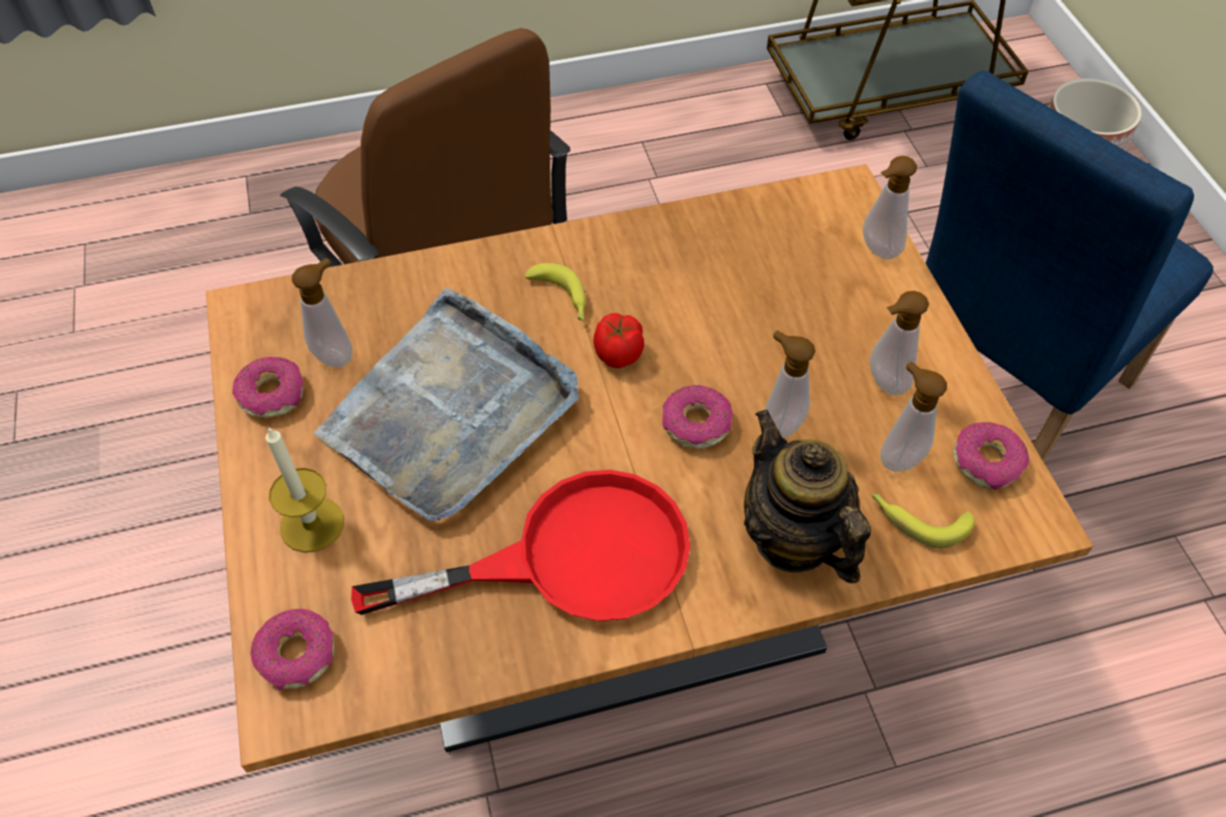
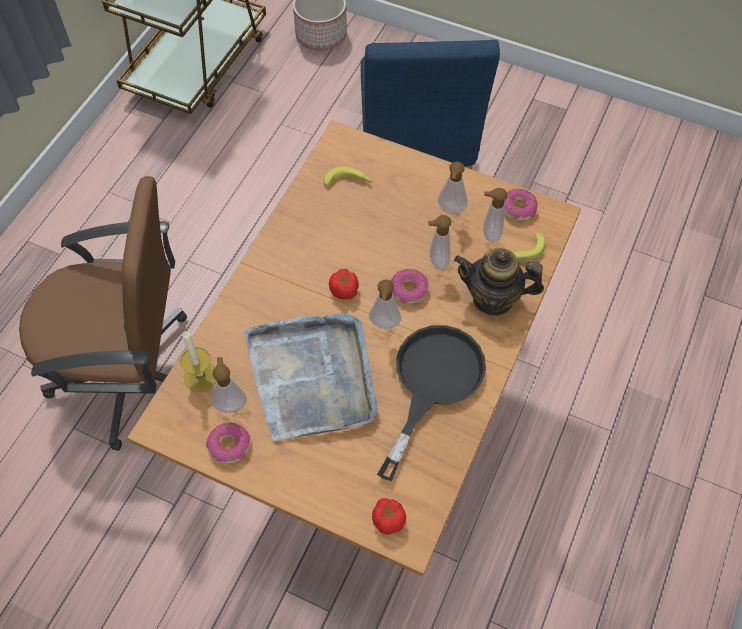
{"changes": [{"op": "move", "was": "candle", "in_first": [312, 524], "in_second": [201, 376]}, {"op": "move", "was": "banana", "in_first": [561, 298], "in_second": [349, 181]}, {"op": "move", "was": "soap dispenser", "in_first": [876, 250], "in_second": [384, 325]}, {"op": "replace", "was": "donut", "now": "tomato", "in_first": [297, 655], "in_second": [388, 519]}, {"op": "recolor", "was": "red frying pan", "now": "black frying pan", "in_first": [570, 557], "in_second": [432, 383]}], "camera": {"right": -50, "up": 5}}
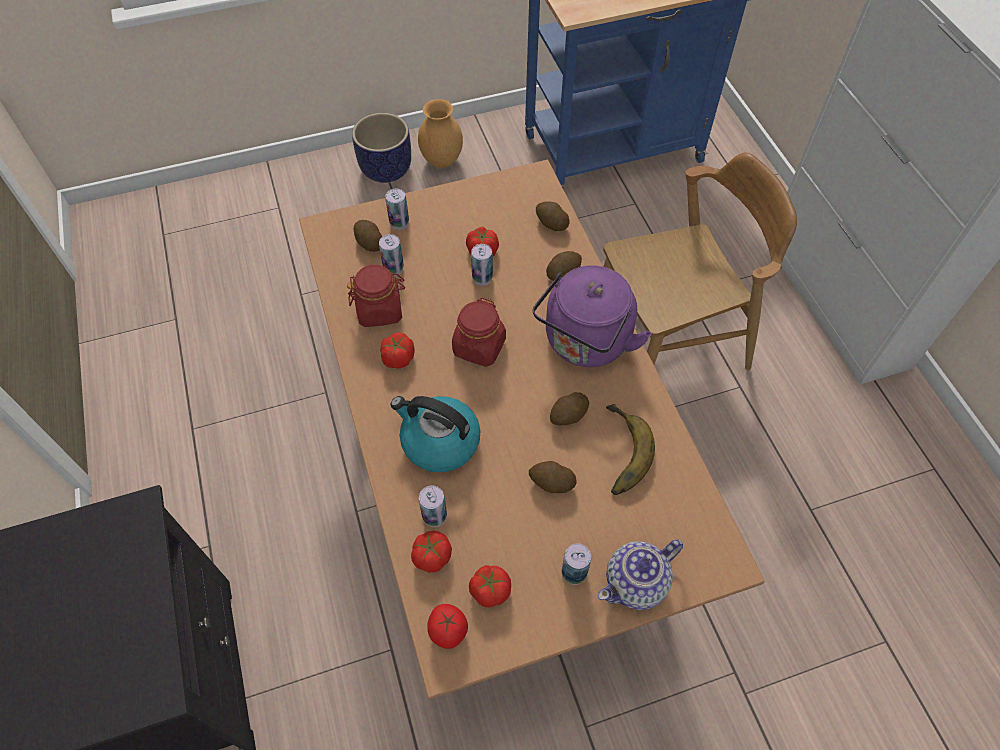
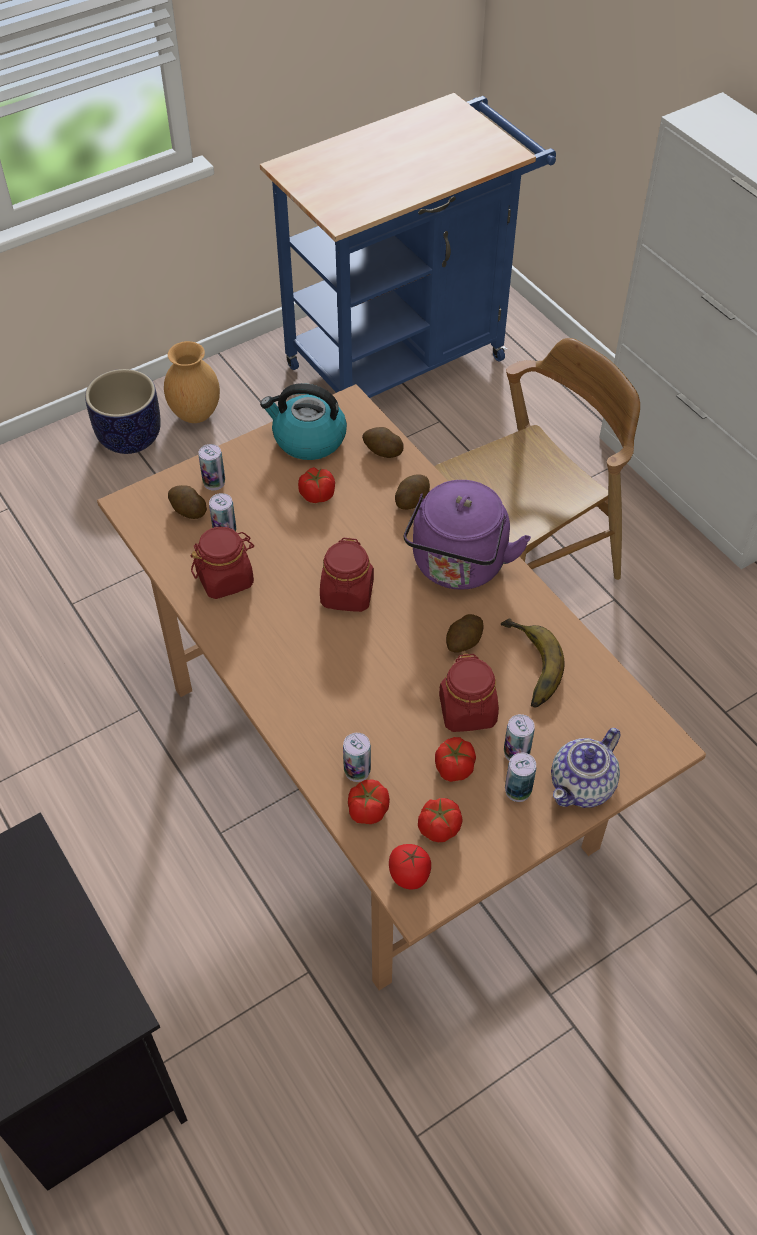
{"changes": [{"op": "move", "was": "kettle", "in_first": [439, 442], "in_second": [308, 439]}, {"op": "move", "was": "tomato", "in_first": [398, 358], "in_second": [454, 768]}, {"op": "replace", "was": "potato", "now": "red jar", "in_first": [551, 483], "in_second": [467, 711]}, {"op": "move", "was": "can", "in_first": [482, 277], "in_second": [516, 752]}], "camera": {"right": -15, "up": -5}}
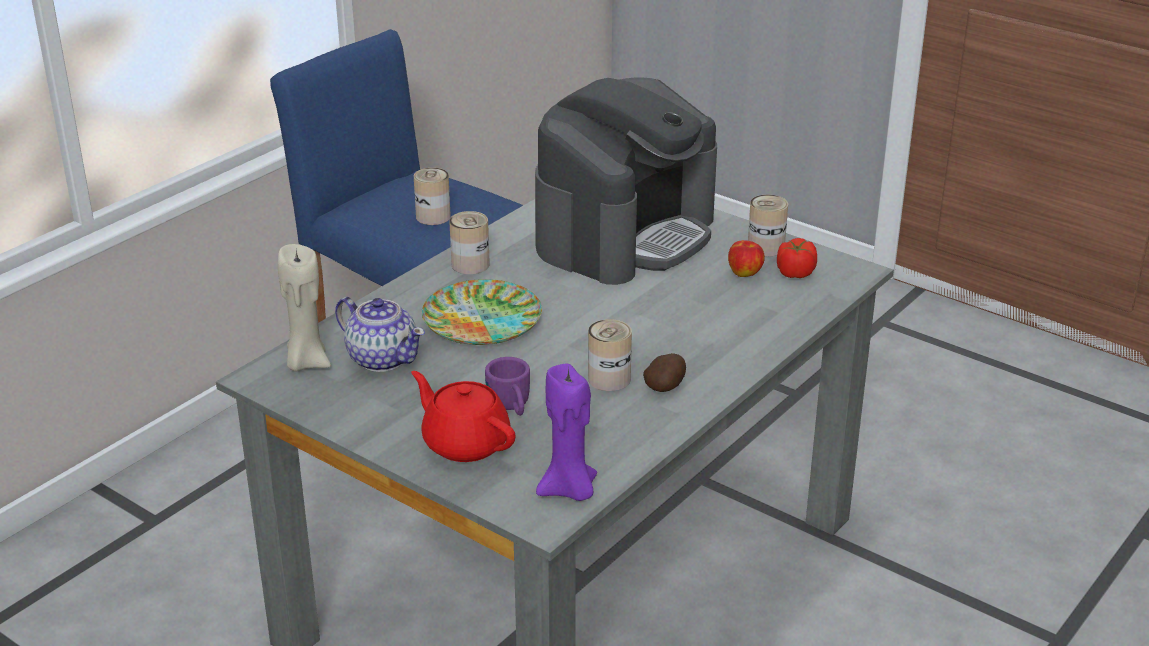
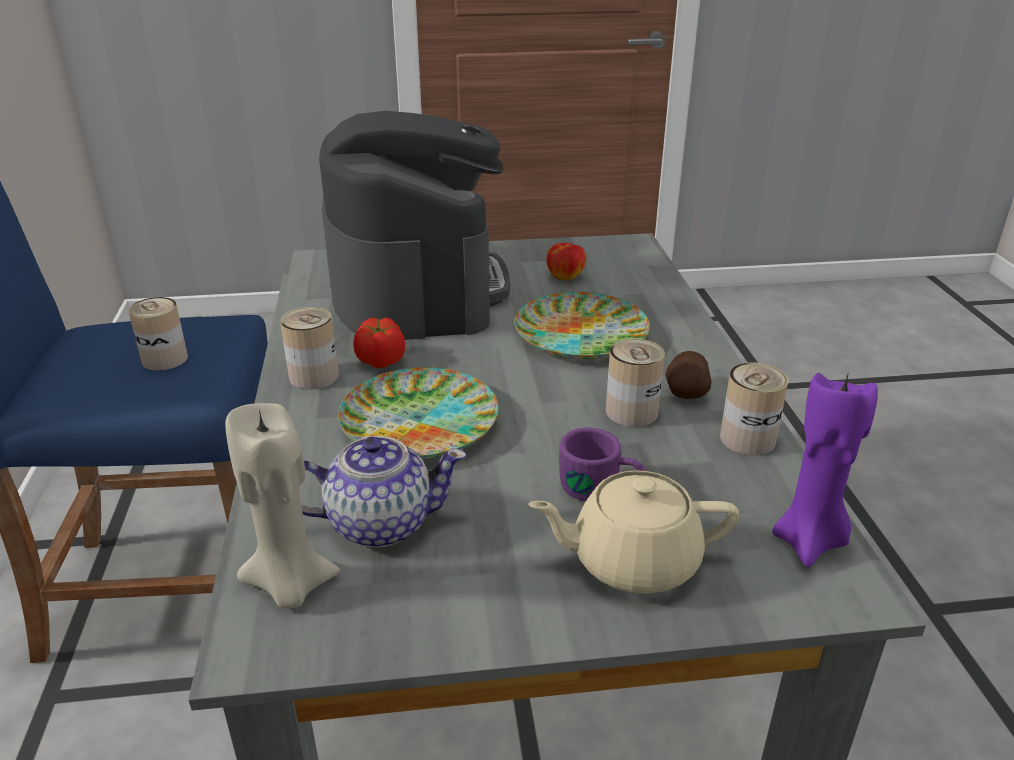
{"changes": [{"op": "move", "was": "tomato", "in_first": [795, 273], "in_second": [380, 361]}, {"op": "insert", "now": "plate", "in_second": [581, 335]}, {"op": "recolor", "was": "red teapot", "now": "beige teapot", "in_first": [465, 443], "in_second": [632, 561]}, {"op": "move", "was": "can", "in_first": [766, 247], "in_second": [747, 439]}], "camera": {"right": -45, "up": 0}}
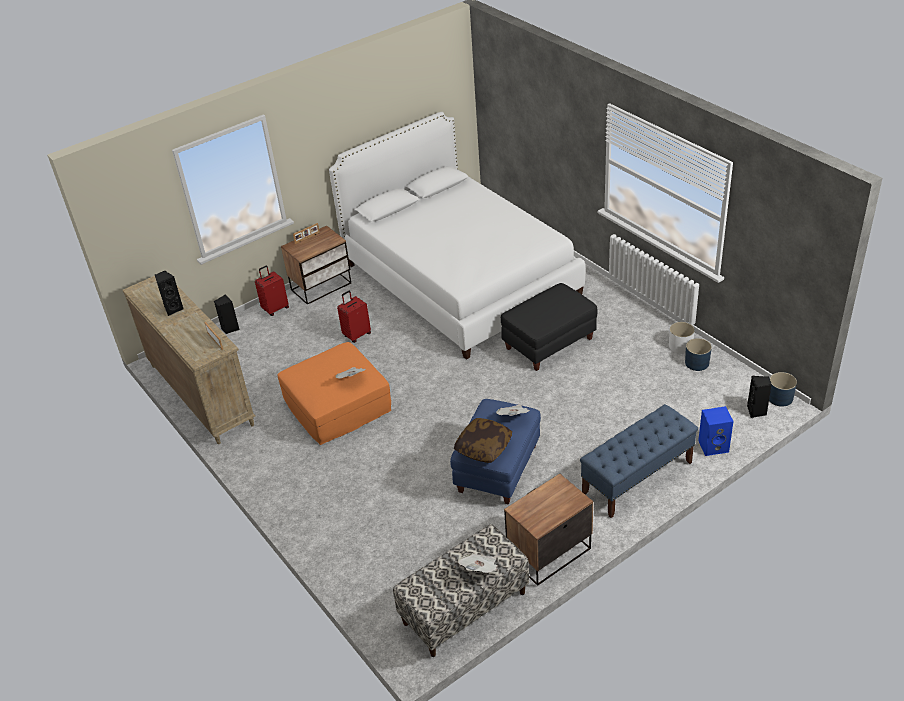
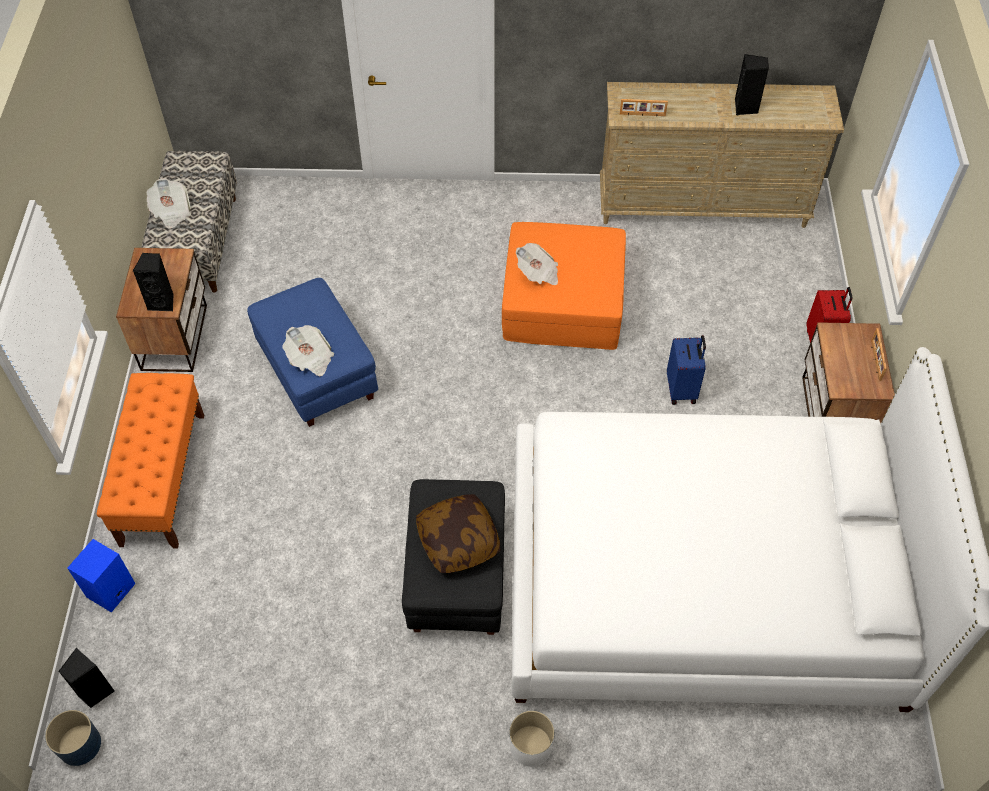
{"changes": [{"op": "recolor", "was": "blue bench", "now": "orange bench", "in_first": [637, 478], "in_second": [163, 478]}, {"op": "move", "was": "black speaker", "in_first": [230, 328], "in_second": [163, 302]}, {"op": "move", "was": "pillow", "in_first": [483, 447], "in_second": [458, 540]}, {"op": "move", "was": "white planter", "in_first": [680, 346], "in_second": [530, 746]}, {"op": "recolor", "was": "red suitcase", "now": "blue suitcase", "in_first": [357, 335], "in_second": [682, 389]}, {"op": "delete", "was": "blue planter", "in_first": [697, 363]}], "camera": {"right": 125, "up": 15}}
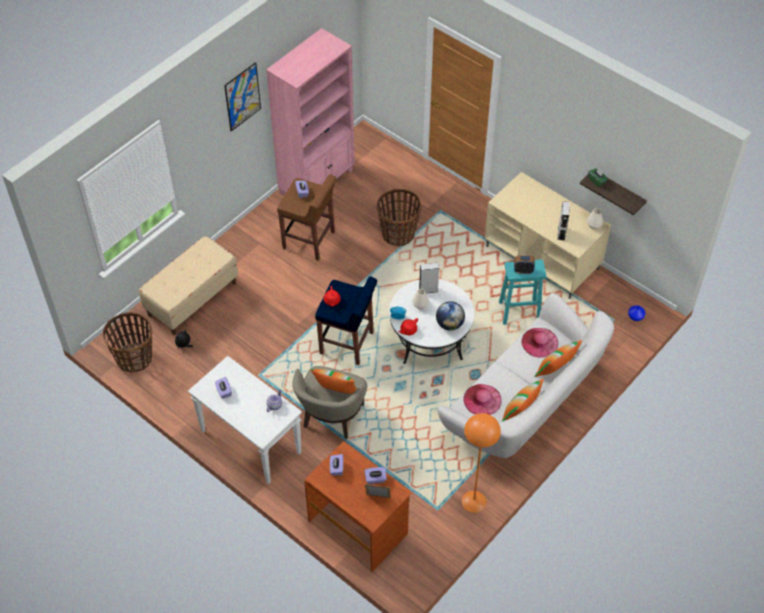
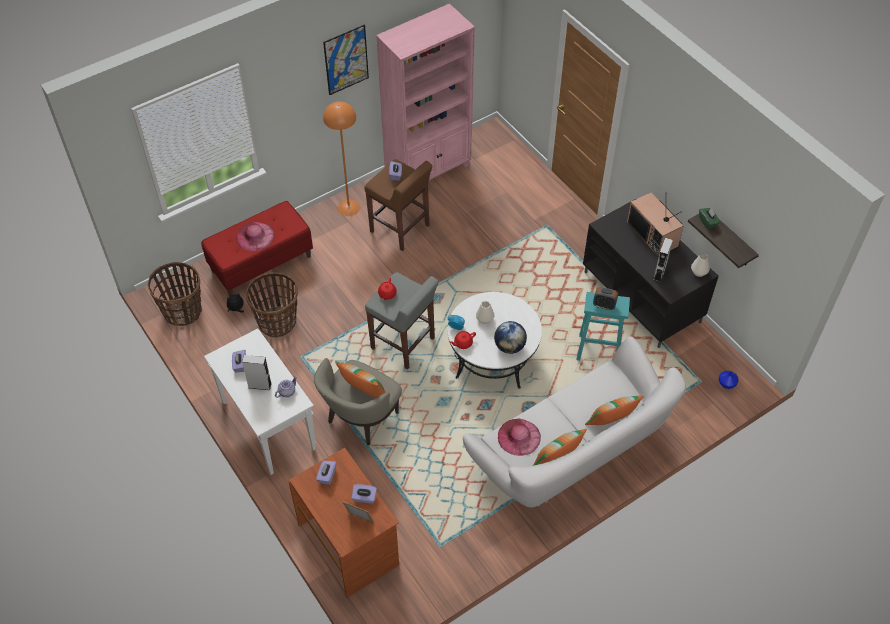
{"changes": [{"op": "recolor", "was": "beige bench", "now": "red bench", "in_first": [192, 299], "in_second": [261, 263]}, {"op": "move", "was": "pink hat", "in_first": [539, 342], "in_second": [255, 236]}, {"op": "move", "was": "grey speaker", "in_first": [428, 290], "in_second": [259, 385]}, {"op": "move", "was": "basket", "in_first": [398, 234], "in_second": [277, 322]}, {"op": "move", "was": "orange floor lamp", "in_first": [473, 501], "in_second": [348, 208]}, {"op": "recolor", "was": "blue stool", "now": "grey stool", "in_first": [347, 343], "in_second": [403, 344]}, {"op": "recolor", "was": "beige tv stand", "now": "black tv stand", "in_first": [543, 257], "in_second": [643, 297]}, {"op": "insert", "now": "television", "in_second": [653, 234]}], "camera": {"right": 15, "up": 0}}
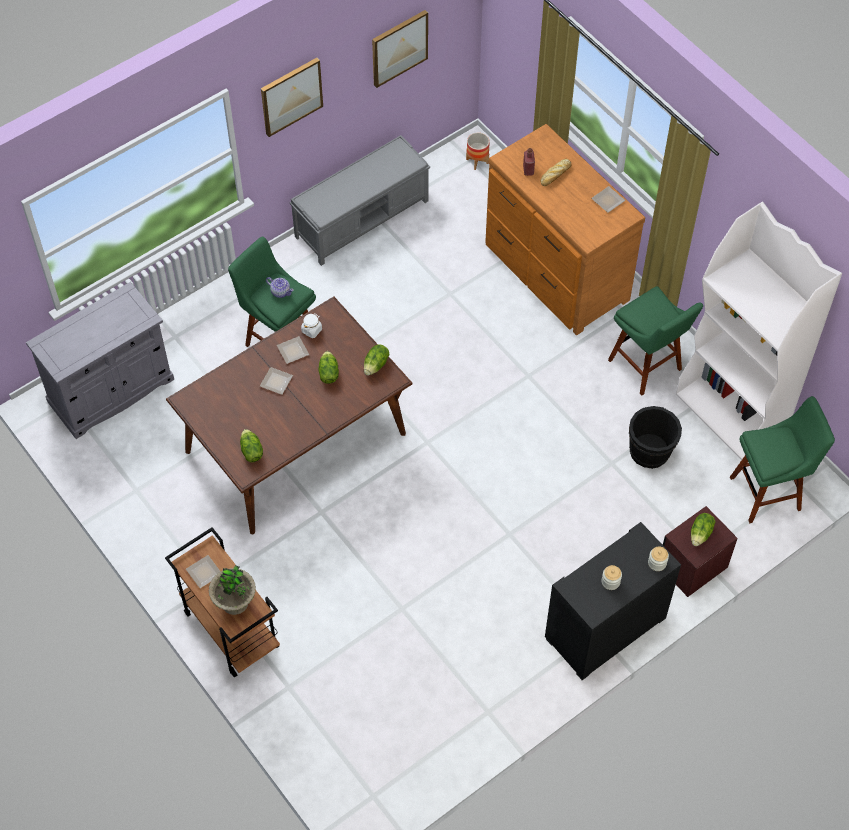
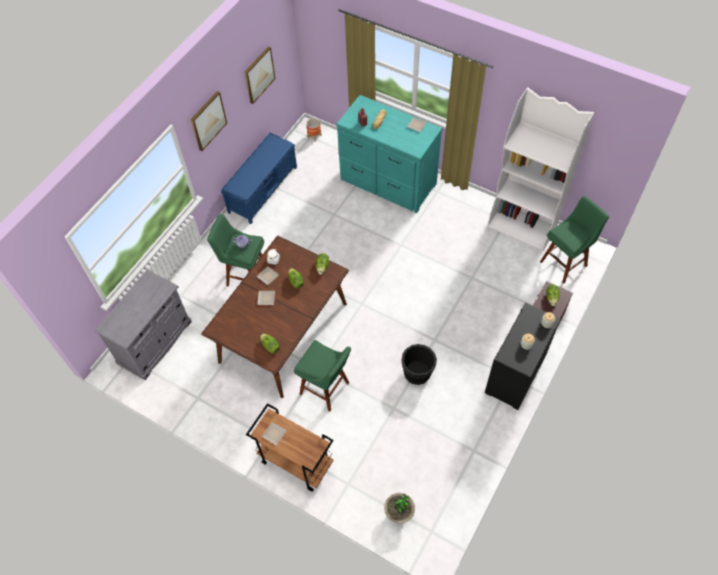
{"changes": [{"op": "recolor", "was": "grey bench", "now": "blue bench", "in_first": [362, 218], "in_second": [263, 189]}, {"op": "move", "was": "green stool", "in_first": [647, 367], "in_second": [326, 390]}, {"op": "recolor", "was": "brown dresser", "now": "turquoise dresser", "in_first": [554, 273], "in_second": [387, 183]}, {"op": "move", "was": "potted plant", "in_first": [235, 602], "in_second": [399, 513]}, {"op": "move", "was": "black bucket", "in_first": [650, 452], "in_second": [417, 373]}], "camera": {"right": -20, "up": 0}}
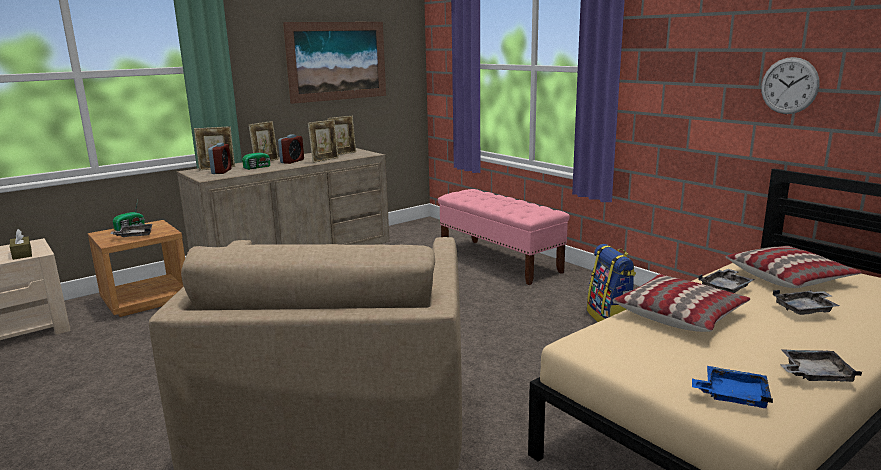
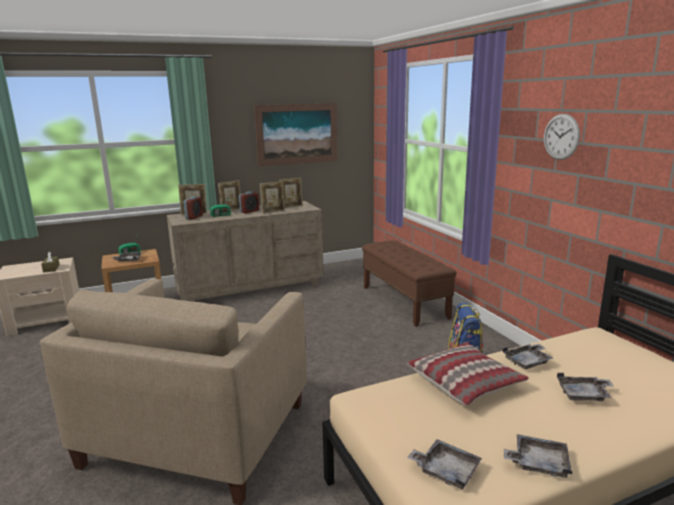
{"changes": [{"op": "recolor", "was": "pink bench", "now": "brown bench", "in_first": [500, 261], "in_second": [404, 302]}, {"op": "recolor", "was": "blue tray", "now": "grey tray", "in_first": [732, 395], "in_second": [445, 470]}, {"op": "move", "was": "wall clock", "in_first": [789, 86], "in_second": [561, 137]}, {"op": "delete", "was": "pillow", "in_first": [788, 278]}], "camera": {"right": 15, "up": 0}}
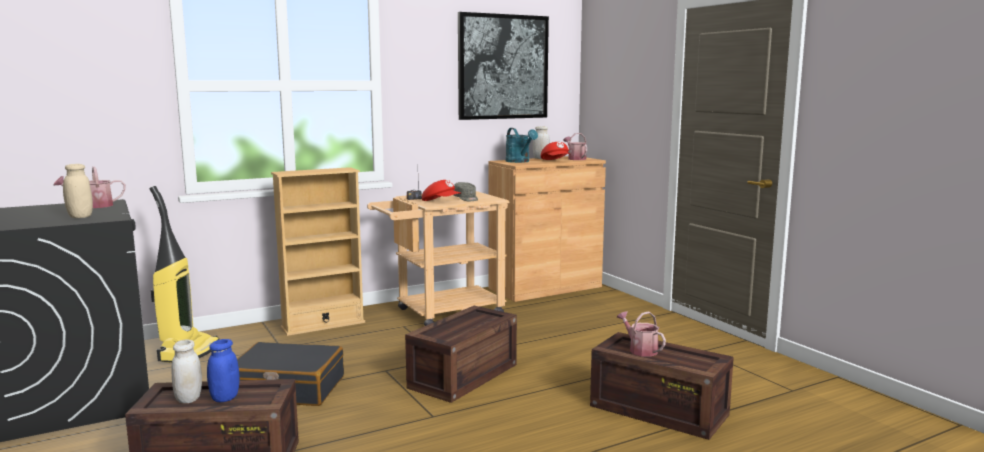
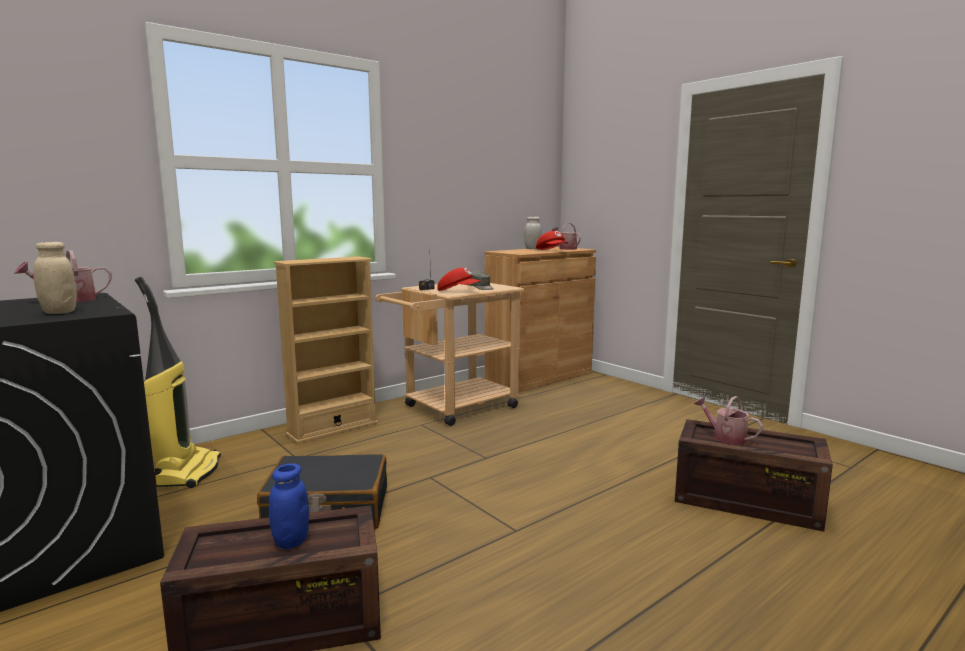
{"changes": [{"op": "delete", "was": "white jar", "in_first": [189, 399]}, {"op": "delete", "was": "crate", "in_first": [463, 375]}, {"op": "delete", "was": "picture", "in_first": [503, 67]}, {"op": "delete", "was": "turquoise watering can", "in_first": [520, 161]}], "camera": {"right": -10, "up": 0}}
